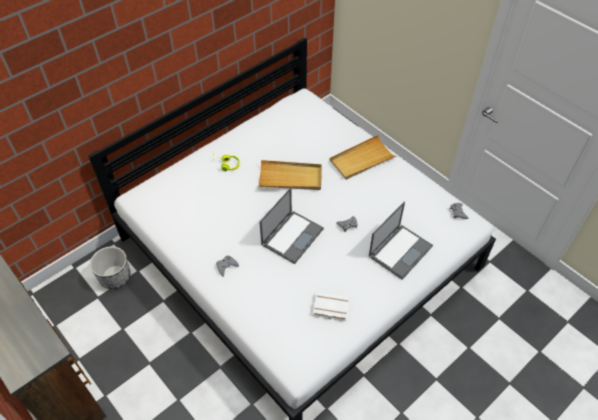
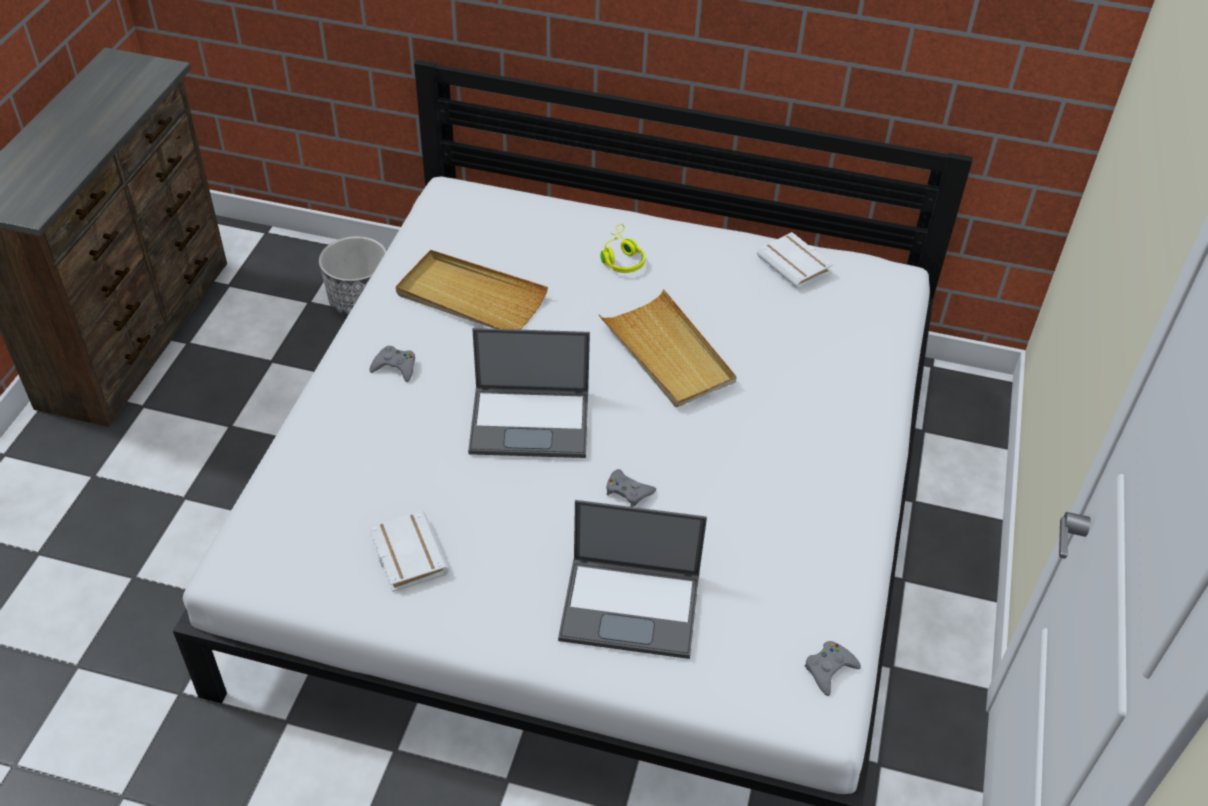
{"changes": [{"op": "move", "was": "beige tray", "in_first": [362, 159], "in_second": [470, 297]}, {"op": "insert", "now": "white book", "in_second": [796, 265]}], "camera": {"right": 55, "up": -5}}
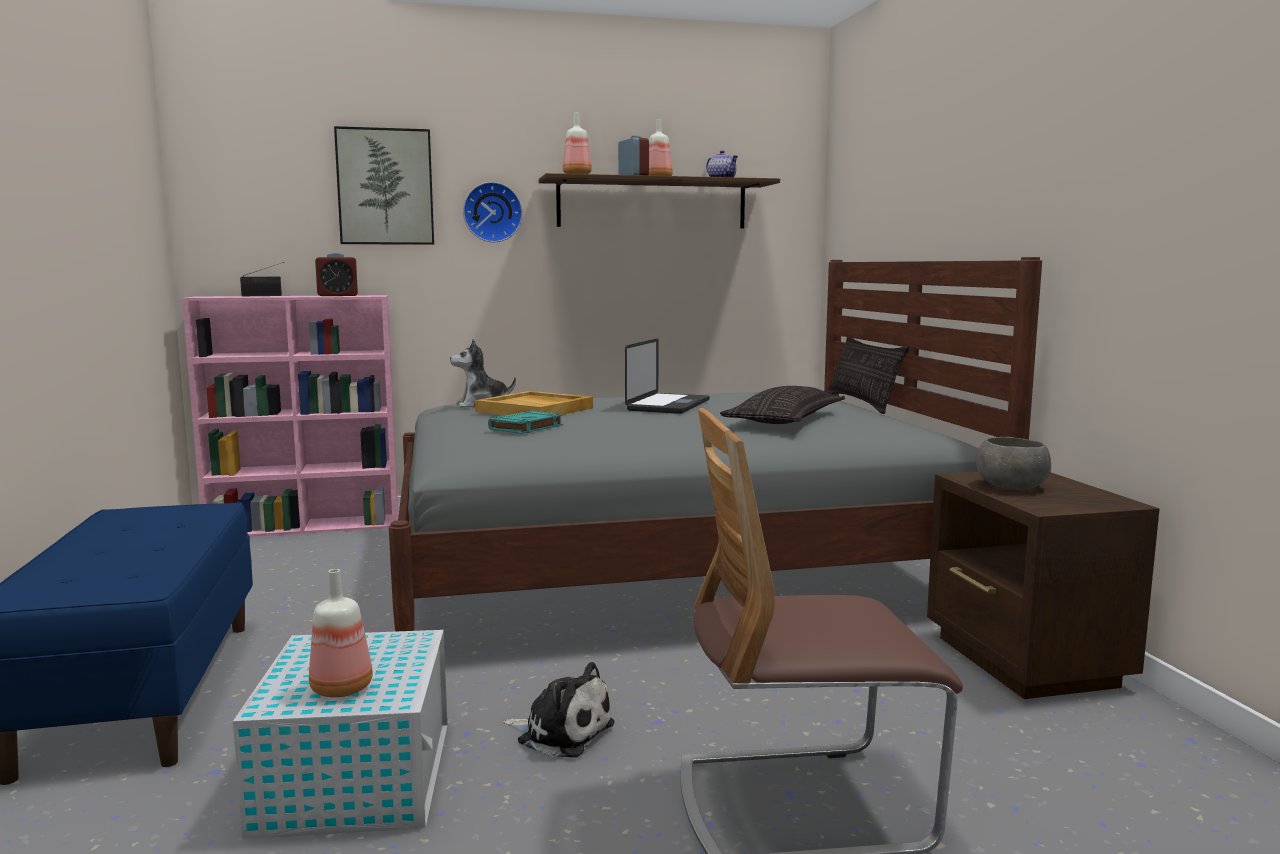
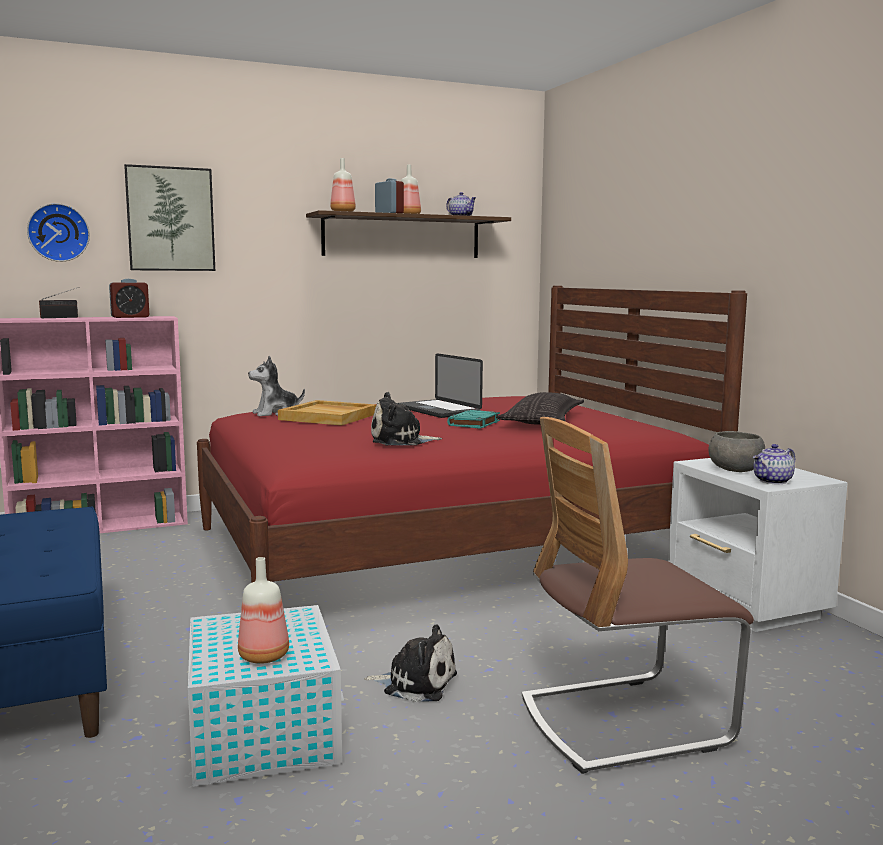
{"changes": [{"op": "move", "was": "wall clock", "in_first": [492, 212], "in_second": [58, 232]}, {"op": "recolor", "was": "grey bed", "now": "red bed", "in_first": [669, 570], "in_second": [444, 549]}, {"op": "insert", "now": "plush toy", "in_second": [400, 441]}, {"op": "rotate", "was": "laptop", "in_first": [668, 405], "in_second": [438, 410], "clockwise": 135}, {"op": "move", "was": "turquoise book", "in_first": [526, 428], "in_second": [474, 423]}, {"op": "recolor", "was": "brown nightstand", "now": "white nightstand", "in_first": [1024, 662], "in_second": [746, 605]}, {"op": "insert", "now": "teapot", "in_second": [773, 481]}, {"op": "delete", "was": "pillow", "in_first": [861, 403]}], "camera": {"right": -10, "up": 0}}
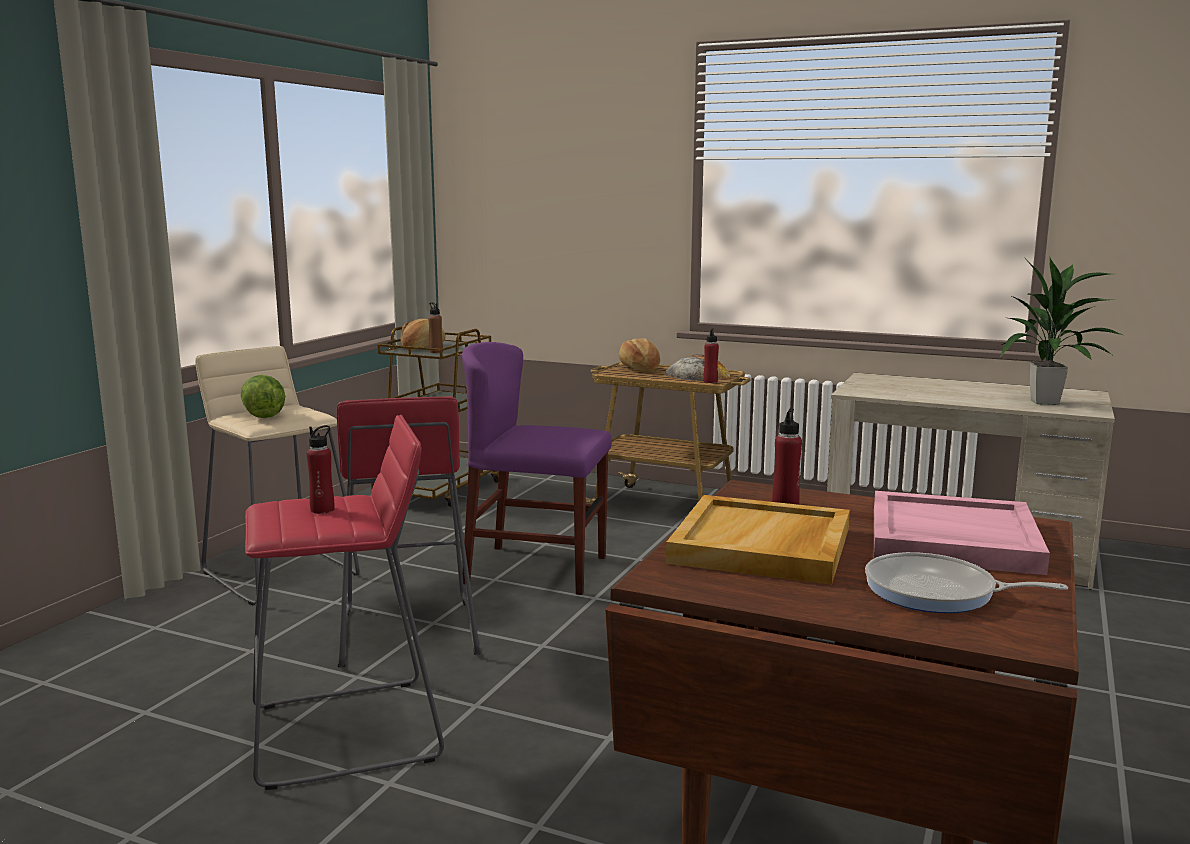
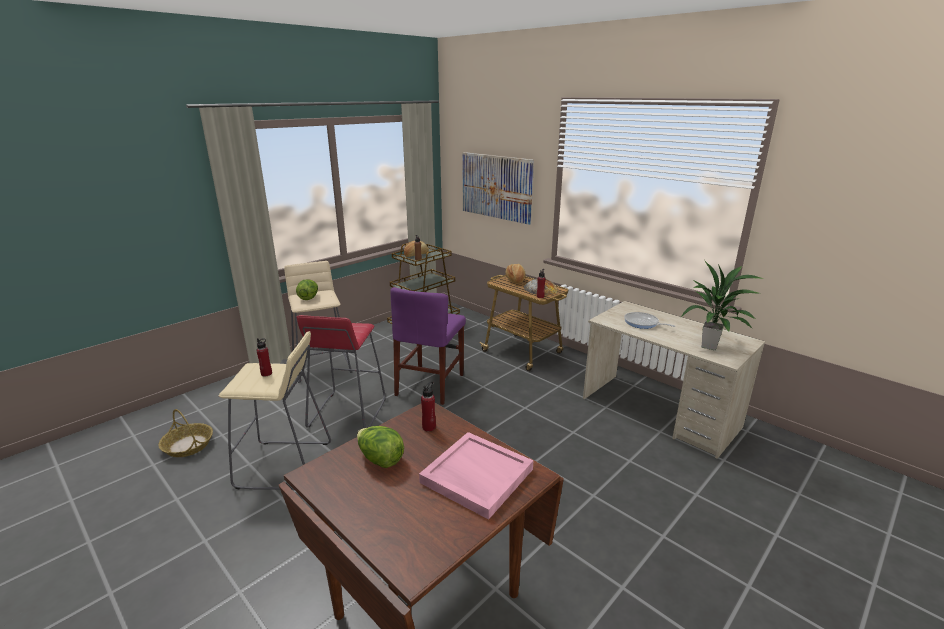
{"changes": [{"op": "insert", "now": "basket", "in_second": [188, 445]}, {"op": "recolor", "was": "red stool", "now": "beige stool", "in_first": [347, 732], "in_second": [285, 465]}, {"op": "replace", "was": "beige tray", "now": "lettuce", "in_first": [762, 546], "in_second": [380, 459]}, {"op": "rotate", "was": "purple chair", "in_first": [537, 570], "in_second": [430, 384], "clockwise": -105}, {"op": "insert", "now": "picture", "in_second": [496, 187]}, {"op": "move", "was": "frying pan", "in_first": [937, 592], "in_second": [643, 323]}], "camera": {"right": 20, "up": 10}}
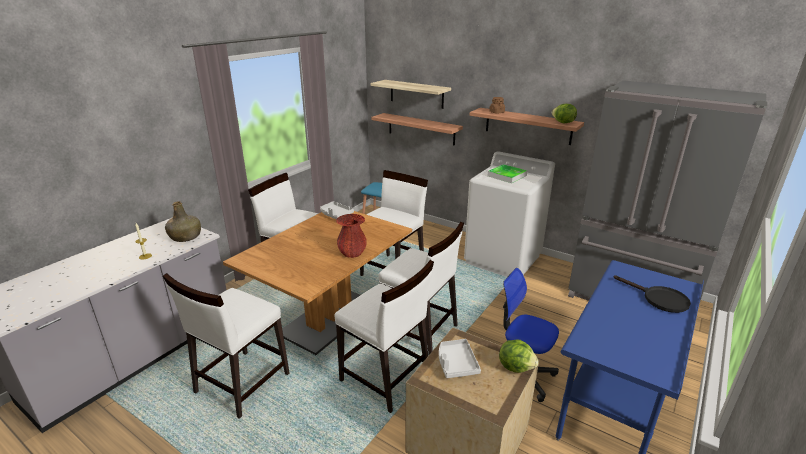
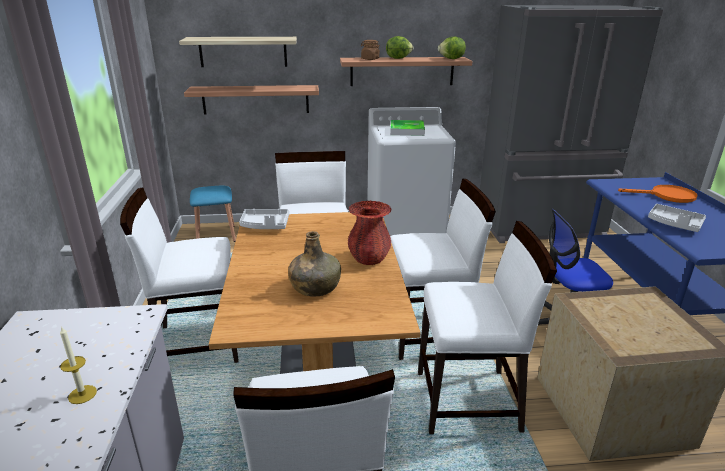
{"changes": [{"op": "move", "was": "green bottle", "in_first": [185, 237], "in_second": [315, 287]}, {"op": "move", "was": "lettuce", "in_first": [516, 367], "in_second": [398, 58]}, {"op": "recolor", "was": "black frying pan", "now": "orange frying pan", "in_first": [659, 299], "in_second": [666, 196]}, {"op": "move", "was": "grey tray", "in_first": [456, 363], "in_second": [674, 224]}], "camera": {"right": -40, "up": 0}}
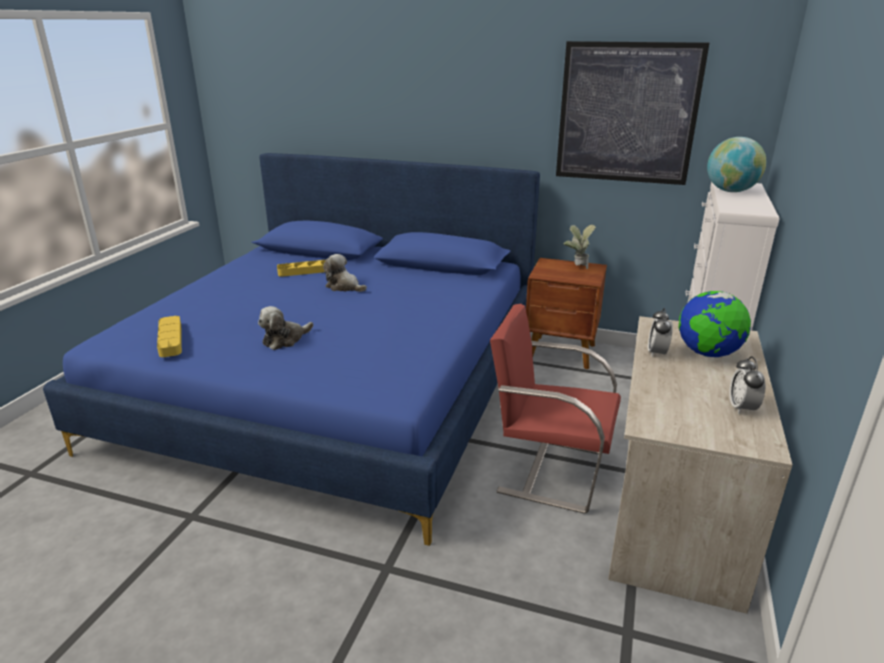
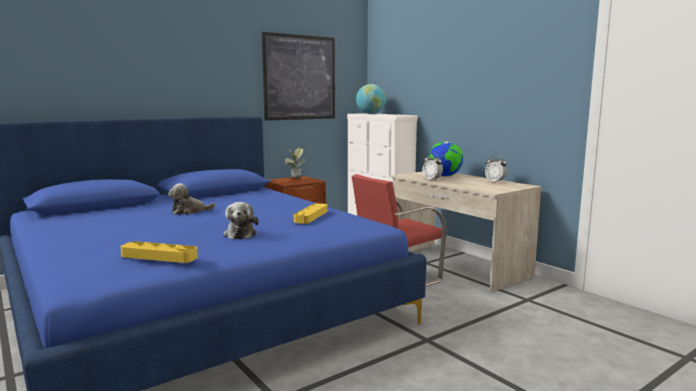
{"changes": [{"op": "move", "was": "yellow tray", "in_first": [307, 271], "in_second": [311, 216]}], "camera": {"right": -55, "up": -15}}
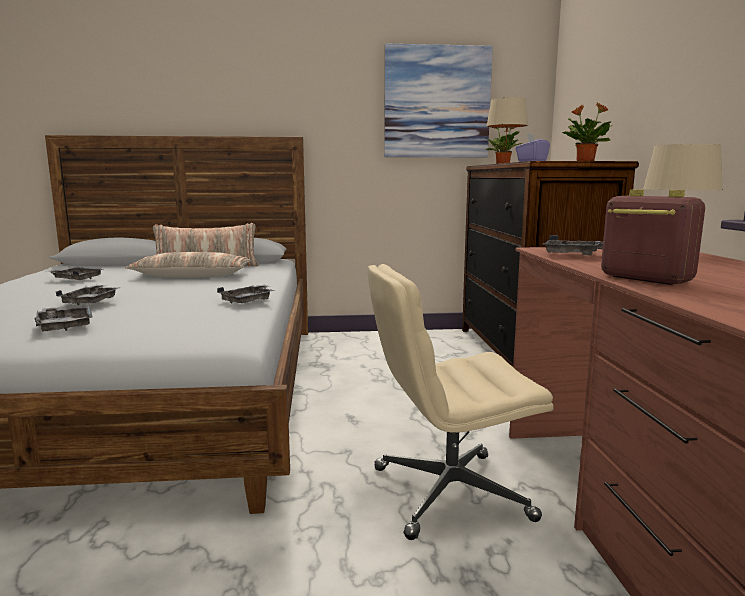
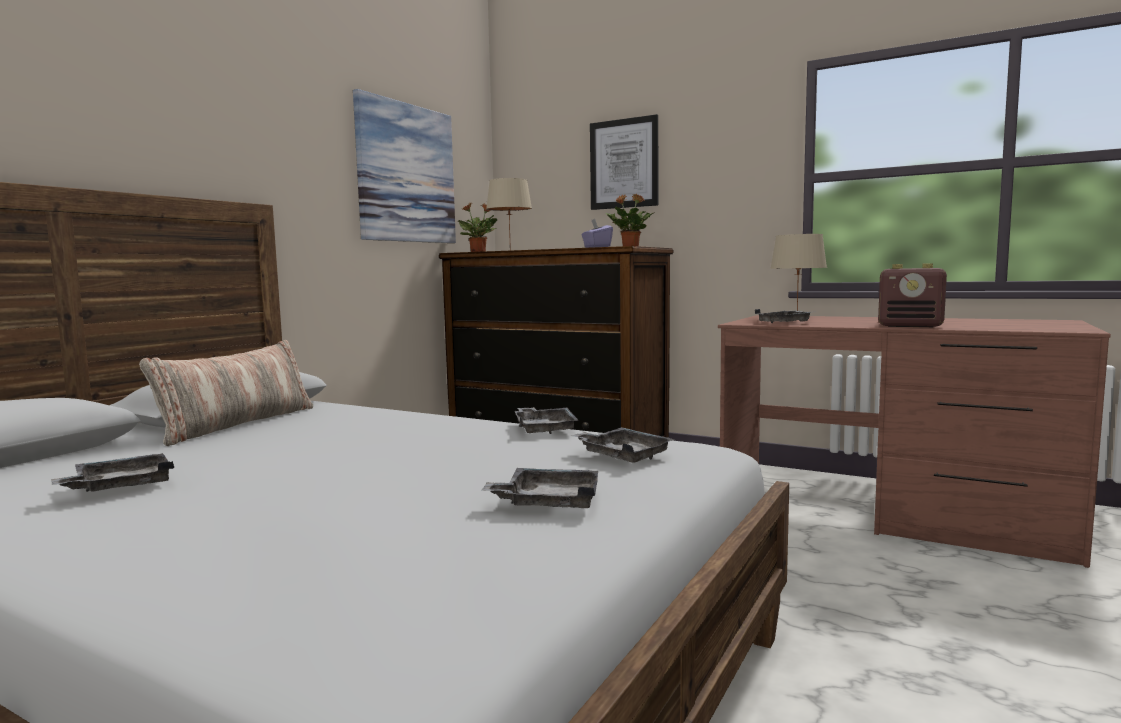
{"changes": [{"op": "move", "was": "grey tray", "in_first": [92, 301], "in_second": [623, 455]}, {"op": "insert", "now": "picture", "in_second": [624, 164]}, {"op": "rotate", "was": "radio", "in_first": [644, 279], "in_second": [910, 326], "clockwise": -150}, {"op": "delete", "was": "pillow", "in_first": [192, 276]}, {"op": "delete", "was": "beige office chair", "in_first": [448, 494]}], "camera": {"right": -55, "up": -5}}
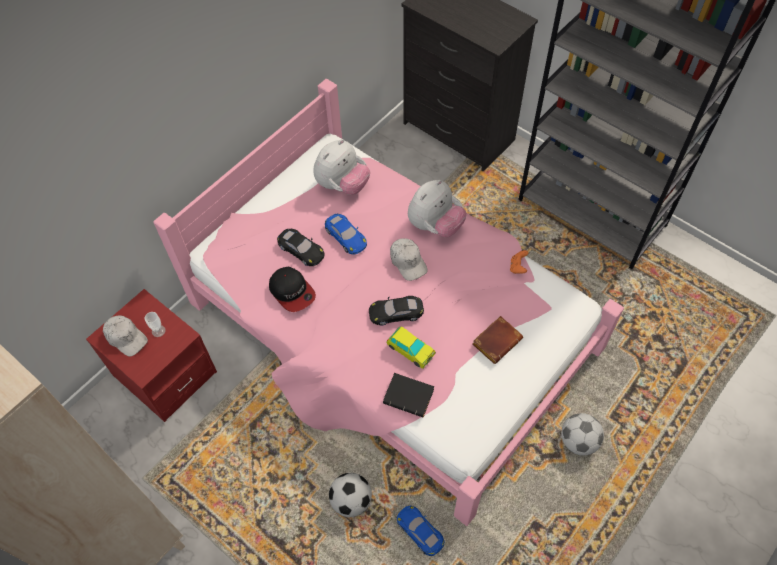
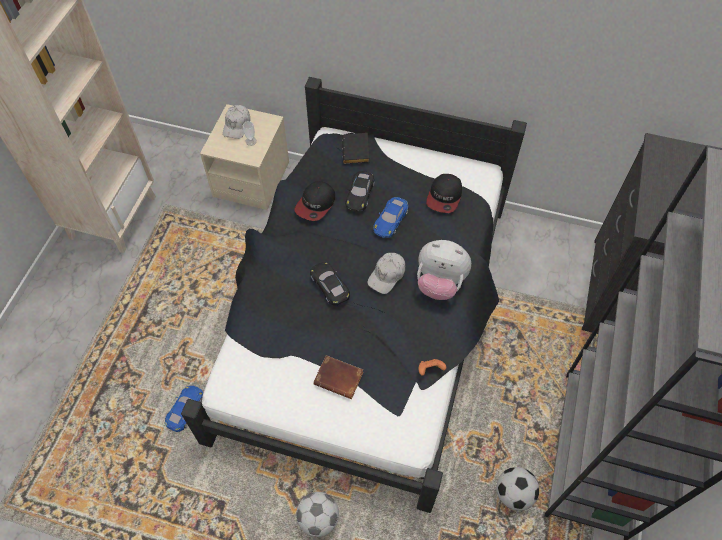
{"changes": [{"op": "recolor", "was": "pink bed", "now": "black bed", "in_first": [392, 329], "in_second": [363, 317]}, {"op": "recolor", "was": "red nightstand", "now": "beige nightstand", "in_first": [165, 374], "in_second": [251, 179]}, {"op": "move", "was": "black book", "in_first": [410, 396], "in_second": [357, 151]}, {"op": "replace", "was": "plush toy", "now": "cap", "in_first": [342, 185], "in_second": [444, 196]}, {"op": "move", "was": "football", "in_first": [351, 501], "in_second": [513, 494]}, {"op": "delete", "was": "toy car", "in_first": [410, 350]}], "camera": {"right": 65, "up": 0}}
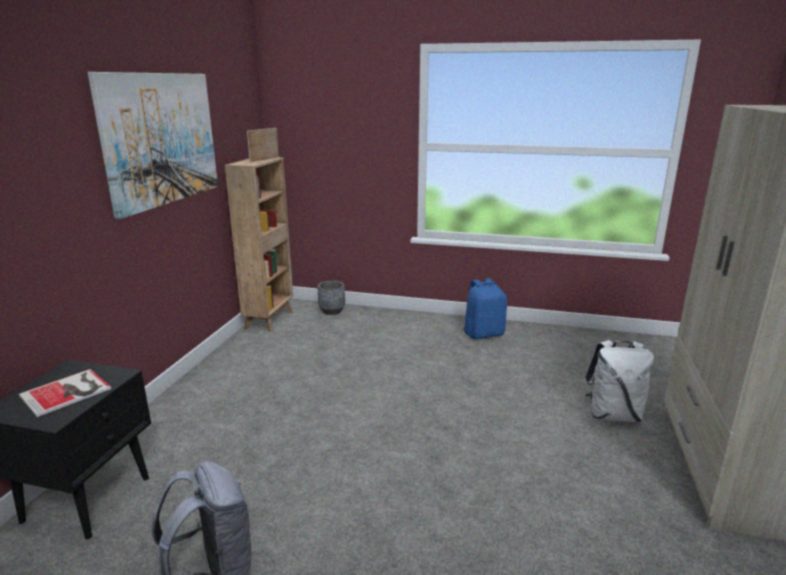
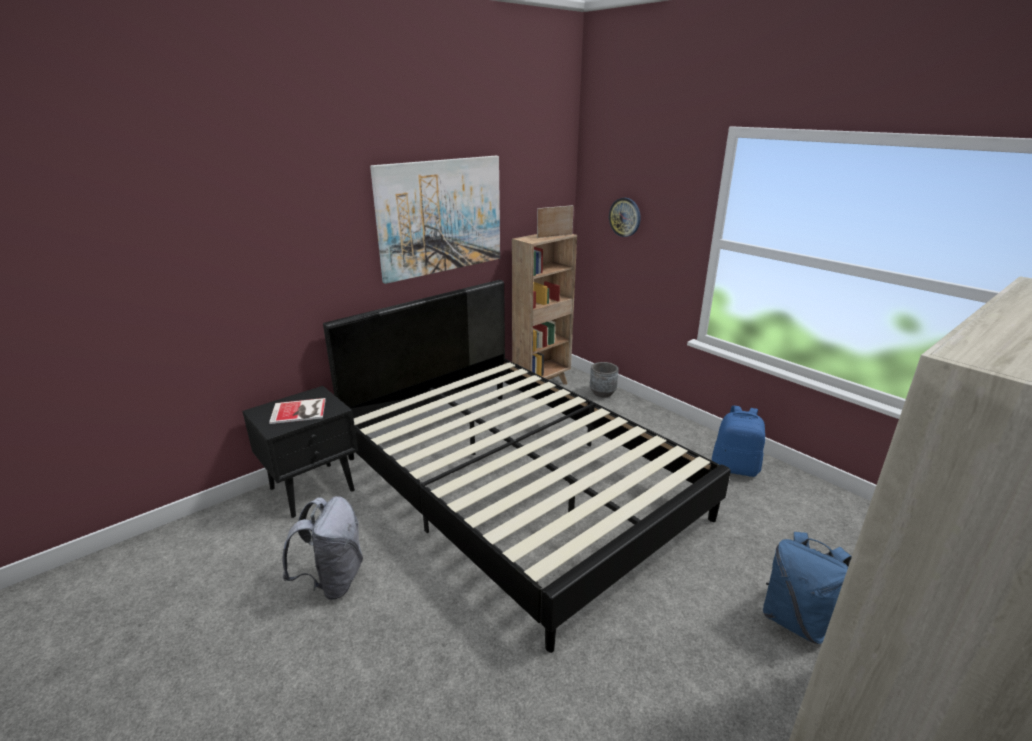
{"changes": [{"op": "insert", "now": "black bed", "in_second": [517, 485]}, {"op": "insert", "now": "wall clock", "in_second": [625, 217]}, {"op": "recolor", "was": "white backpack", "now": "blue backpack", "in_first": [613, 414], "in_second": [796, 620]}], "camera": {"right": 35, "up": 5}}
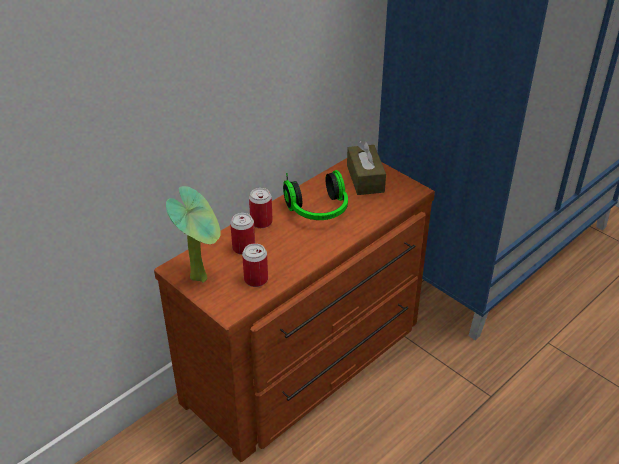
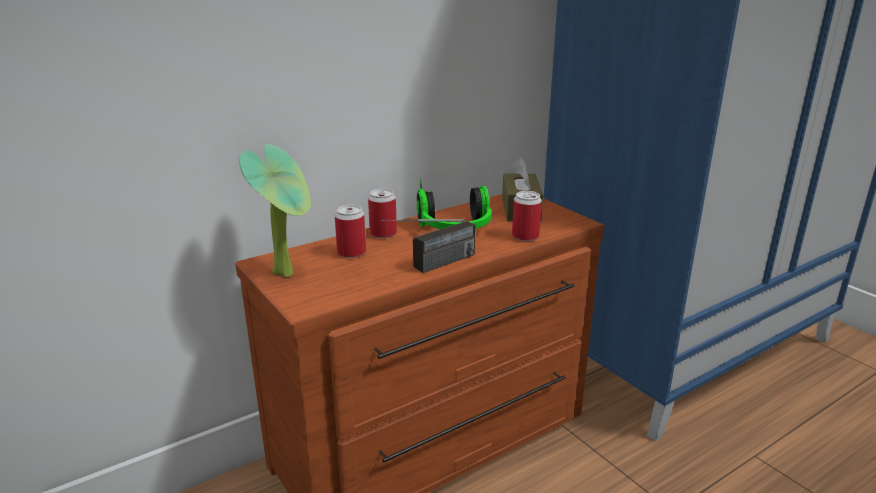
{"changes": [{"op": "insert", "now": "radio", "in_second": [431, 266]}, {"op": "move", "was": "can", "in_first": [256, 279], "in_second": [525, 236]}], "camera": {"right": 10, "up": -15}}
